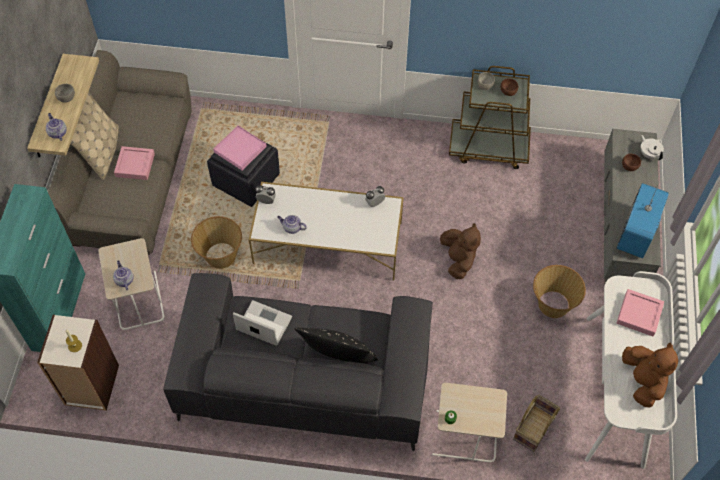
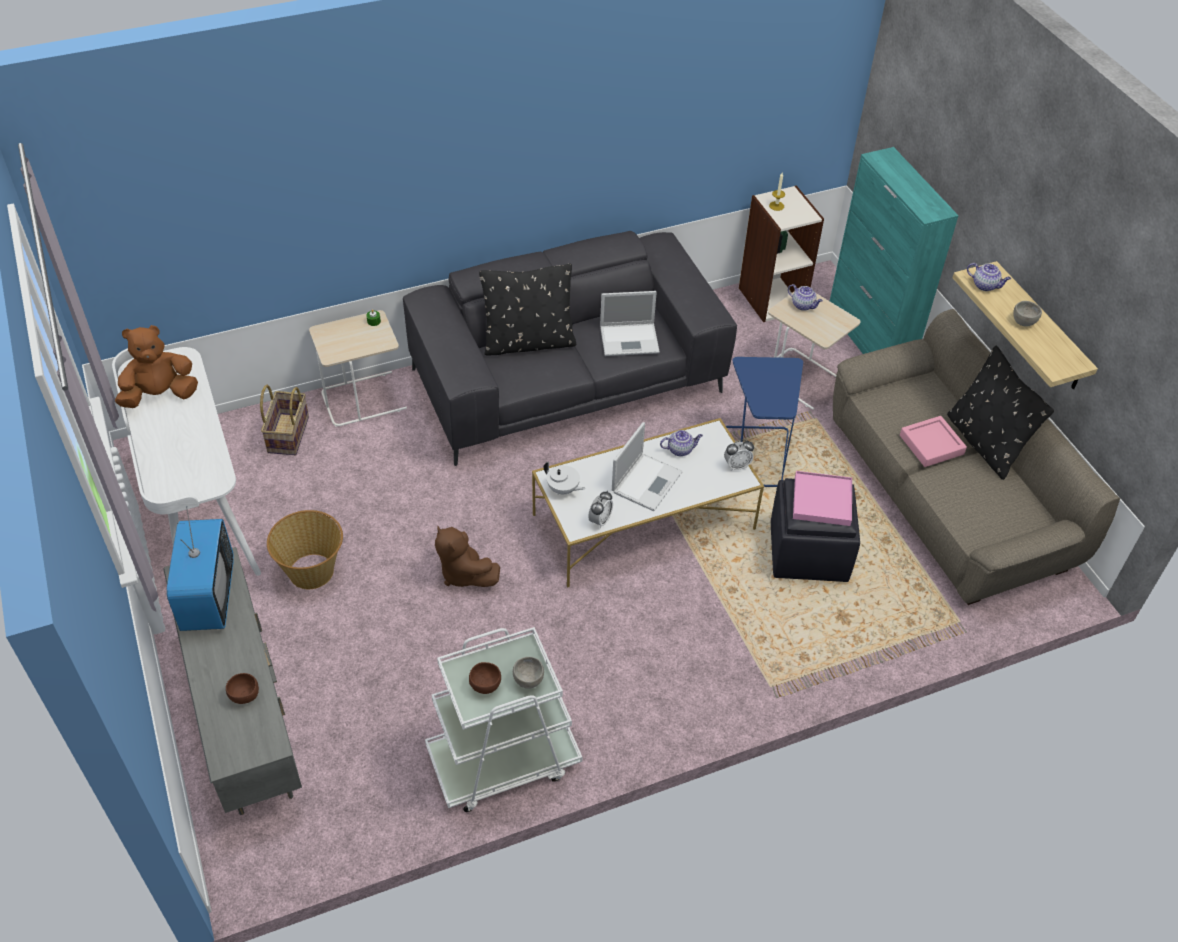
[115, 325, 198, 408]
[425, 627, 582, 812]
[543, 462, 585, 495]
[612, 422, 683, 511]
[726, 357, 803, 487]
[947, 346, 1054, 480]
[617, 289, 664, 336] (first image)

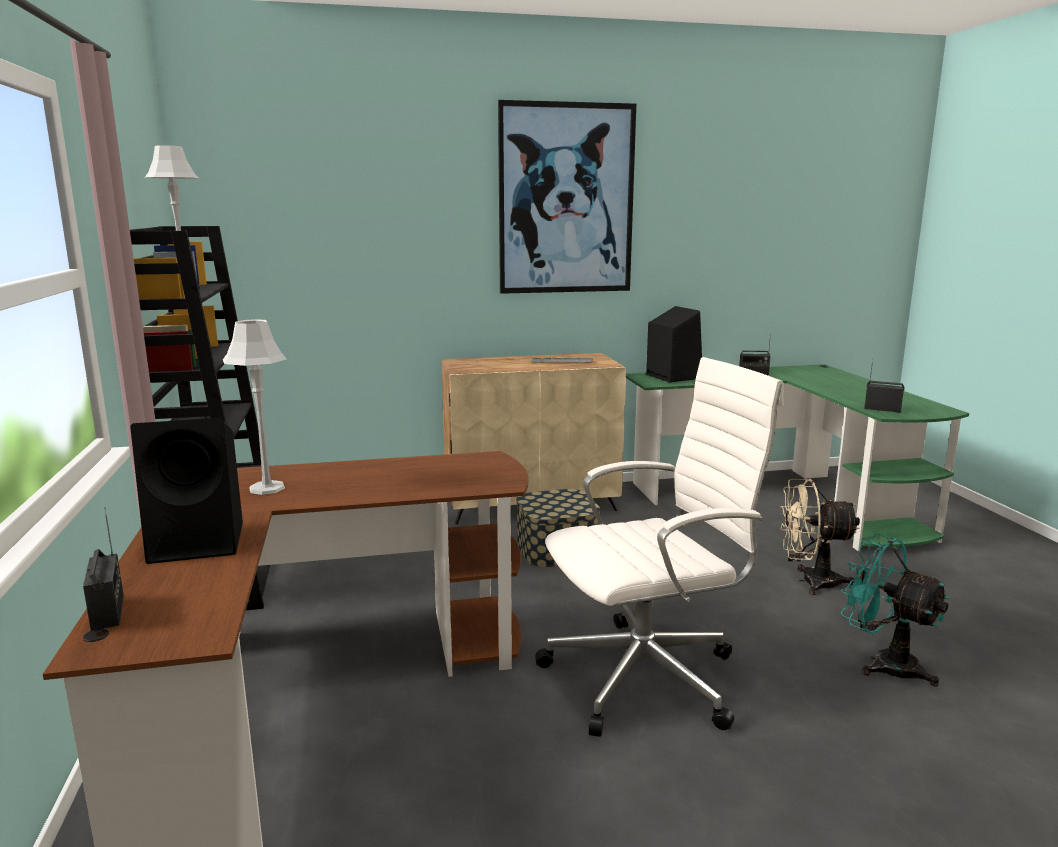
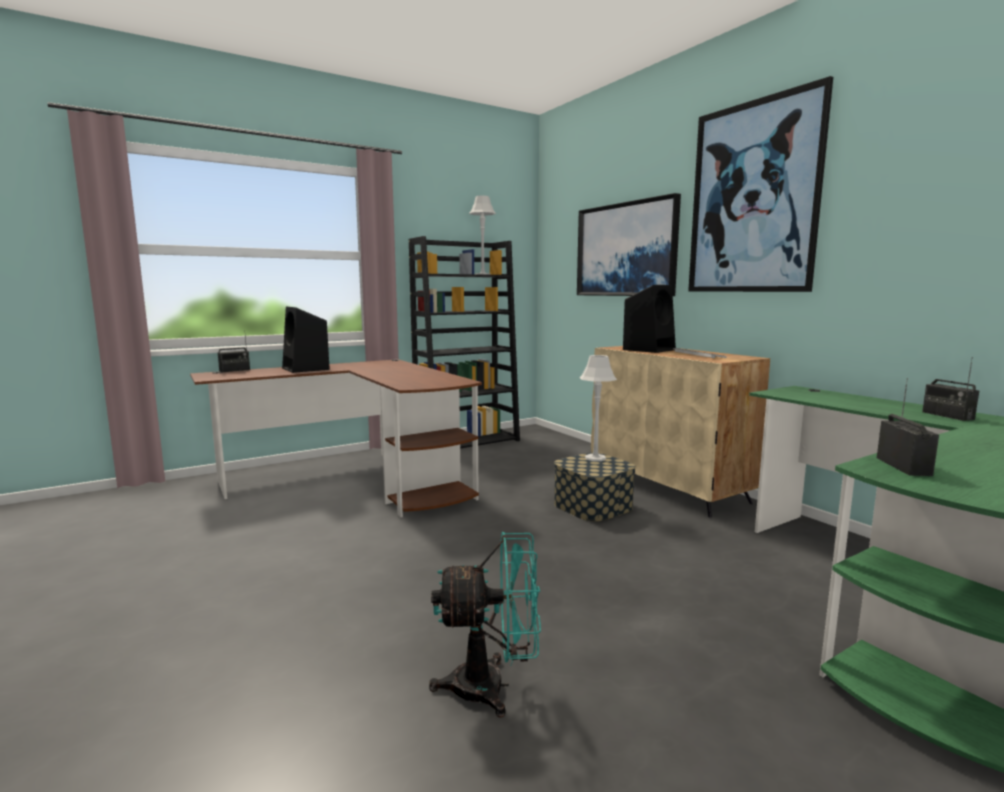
[429, 532, 541, 718]
[577, 193, 681, 296]
[580, 355, 617, 461]
[623, 285, 676, 353]
[535, 357, 784, 737] (first image)
[780, 479, 860, 595] (first image)

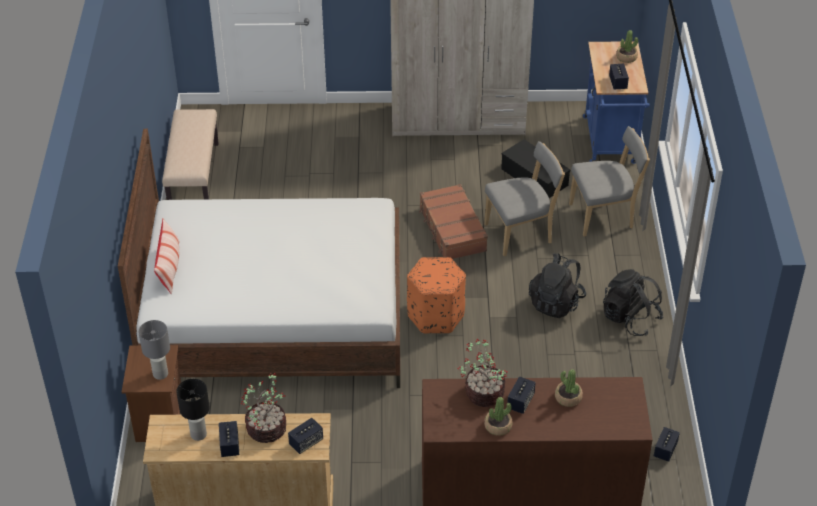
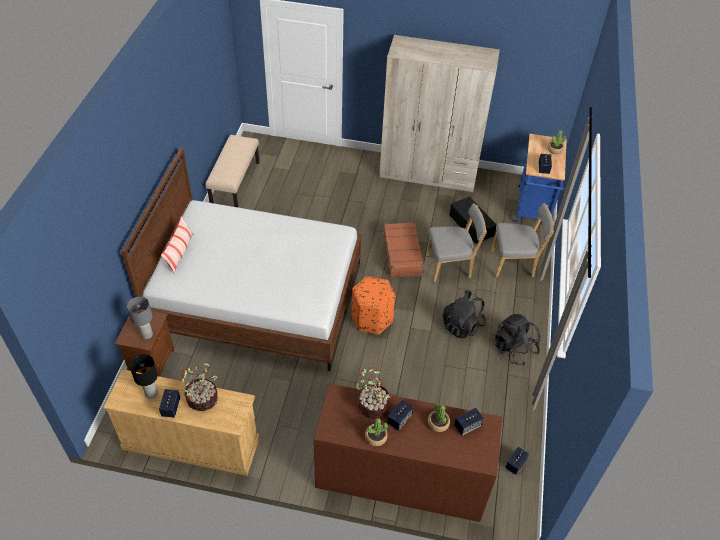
[454, 408, 484, 435]

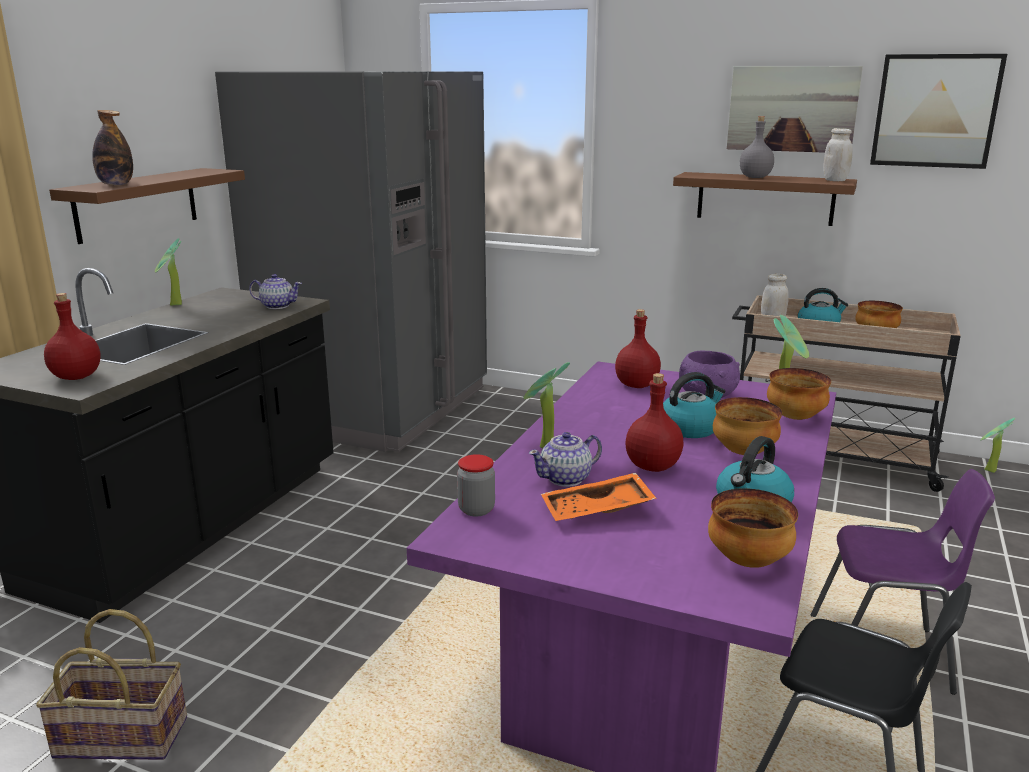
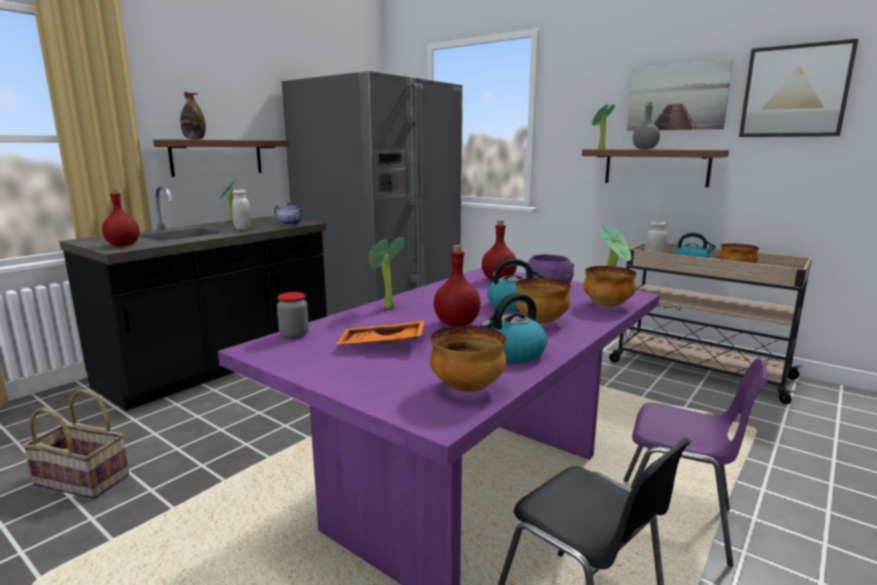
[232, 190, 251, 230]
[592, 104, 615, 149]
[529, 432, 602, 487] (first image)

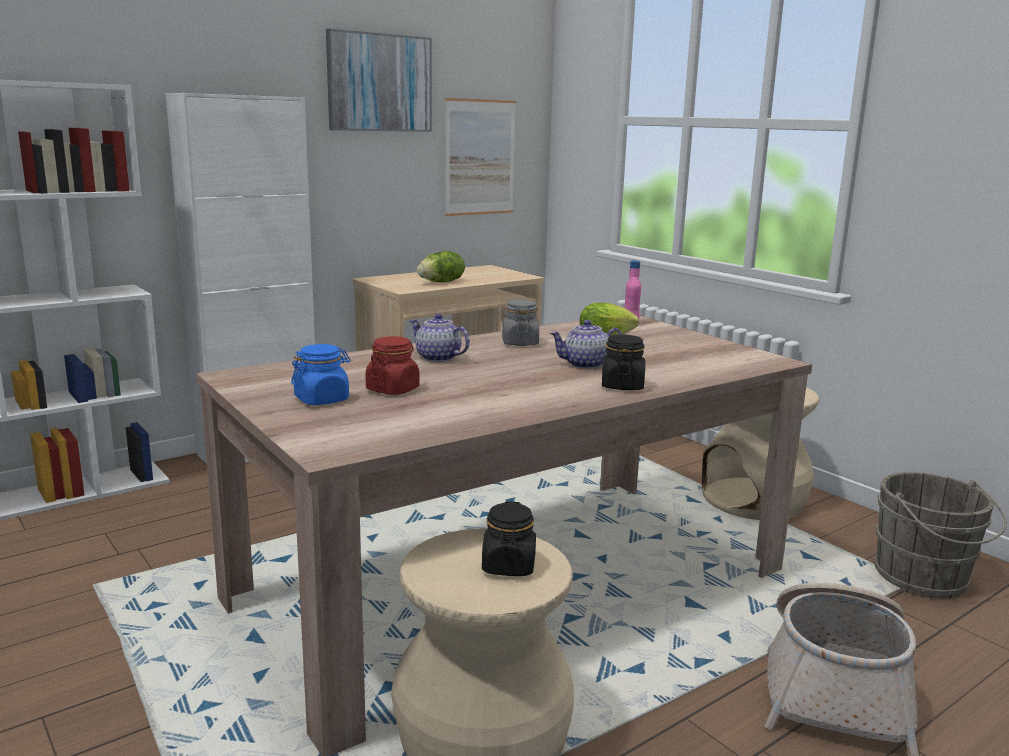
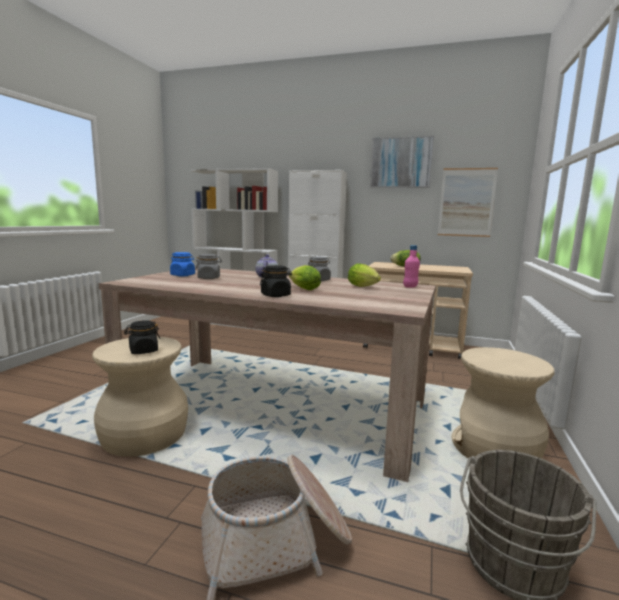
[195, 254, 222, 279]
[289, 265, 321, 290]

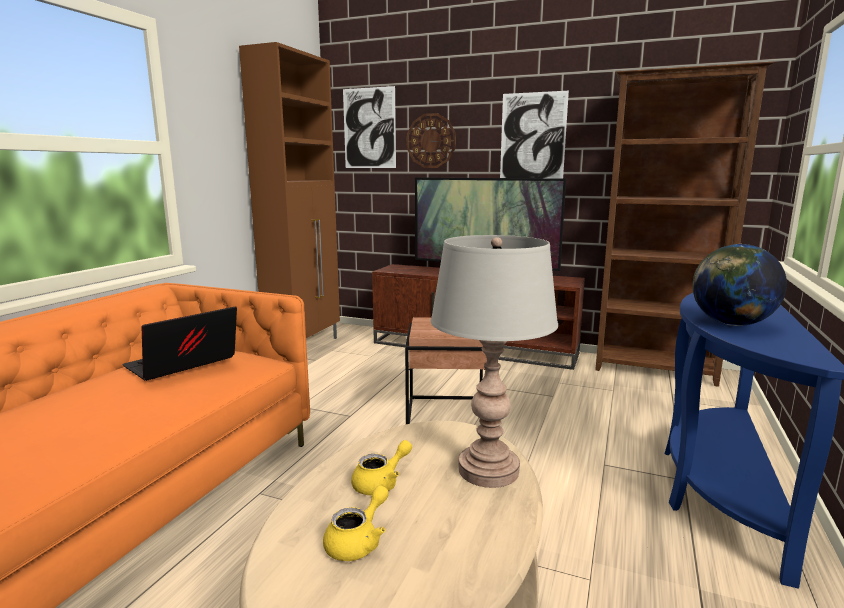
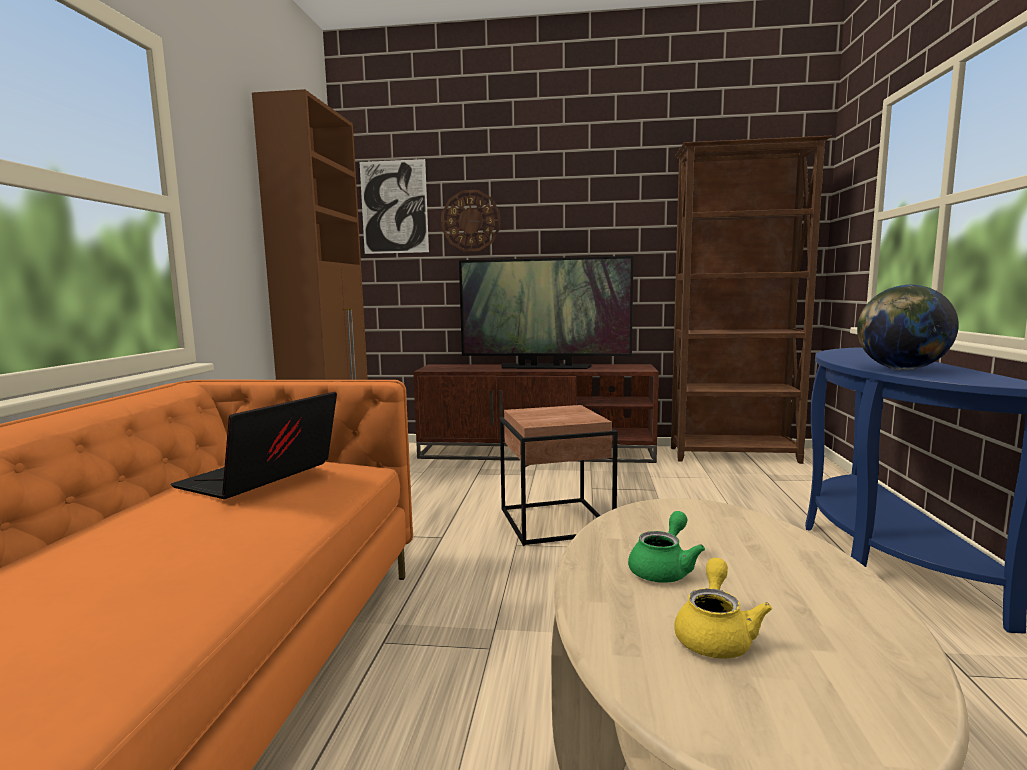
[628, 511, 705, 583]
[431, 235, 558, 488] (first image)
[500, 91, 569, 179] (first image)

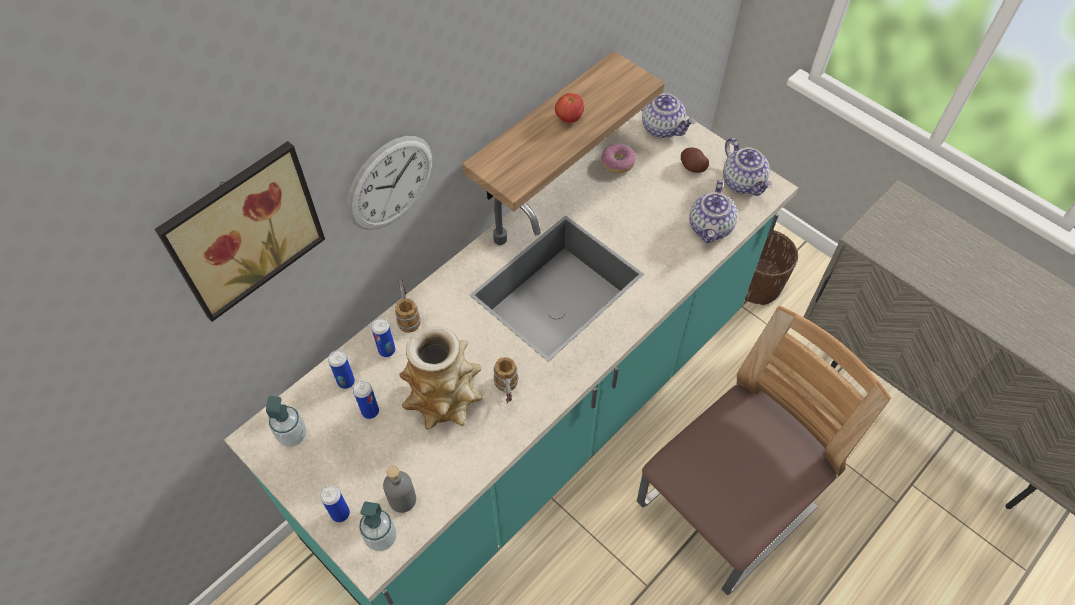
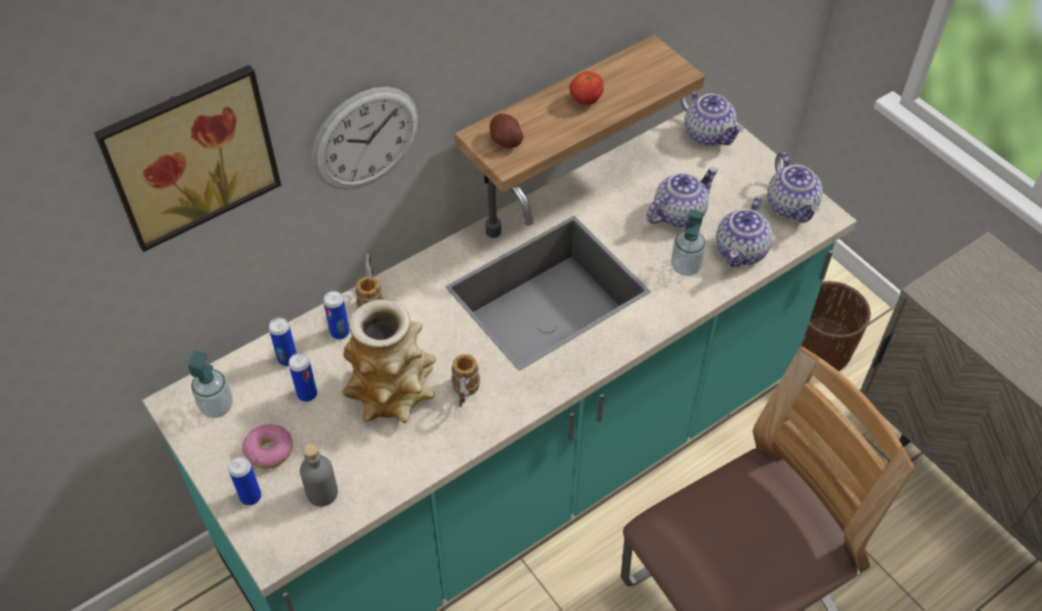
[242, 424, 293, 469]
[490, 114, 523, 148]
[646, 167, 718, 227]
[671, 209, 706, 276]

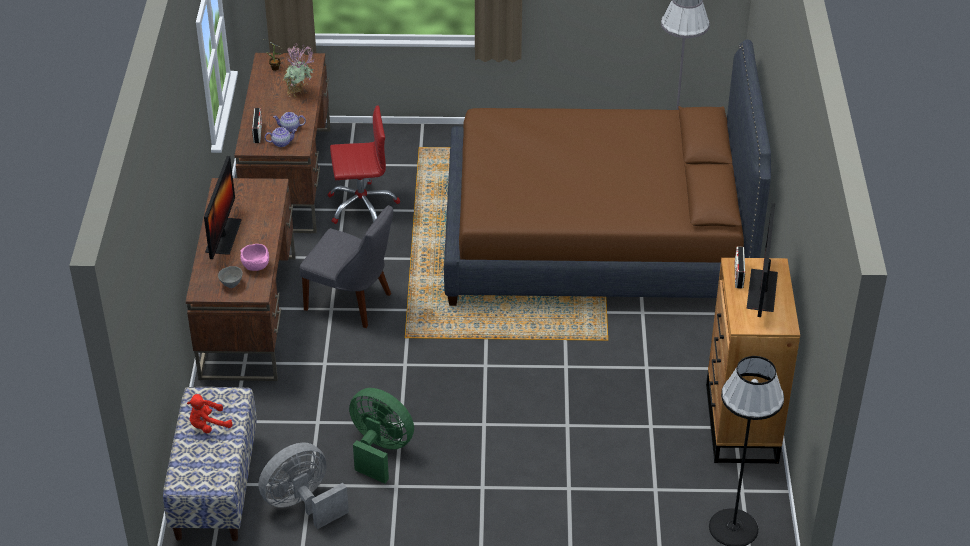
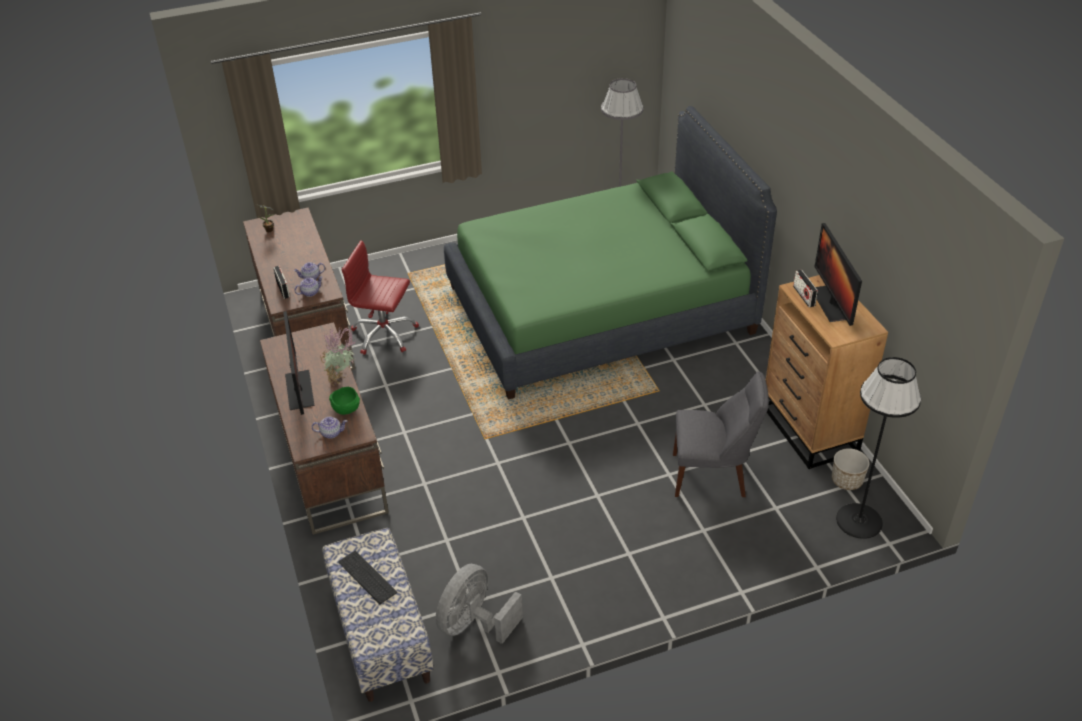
[312, 416, 347, 439]
[321, 327, 357, 386]
[329, 387, 360, 415]
[338, 551, 397, 604]
[342, 240, 419, 355]
[444, 106, 777, 400]
[673, 372, 769, 497]
[832, 448, 869, 490]
[349, 388, 414, 484] (first image)

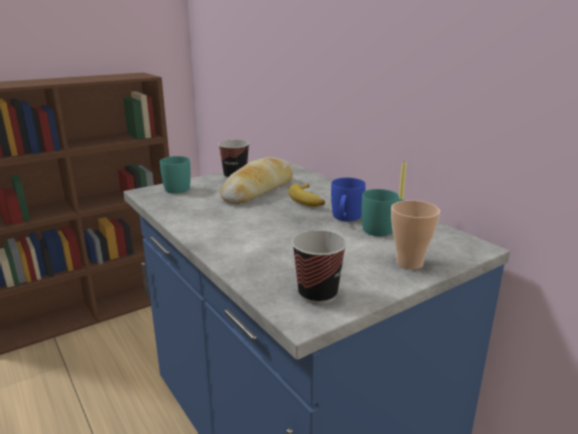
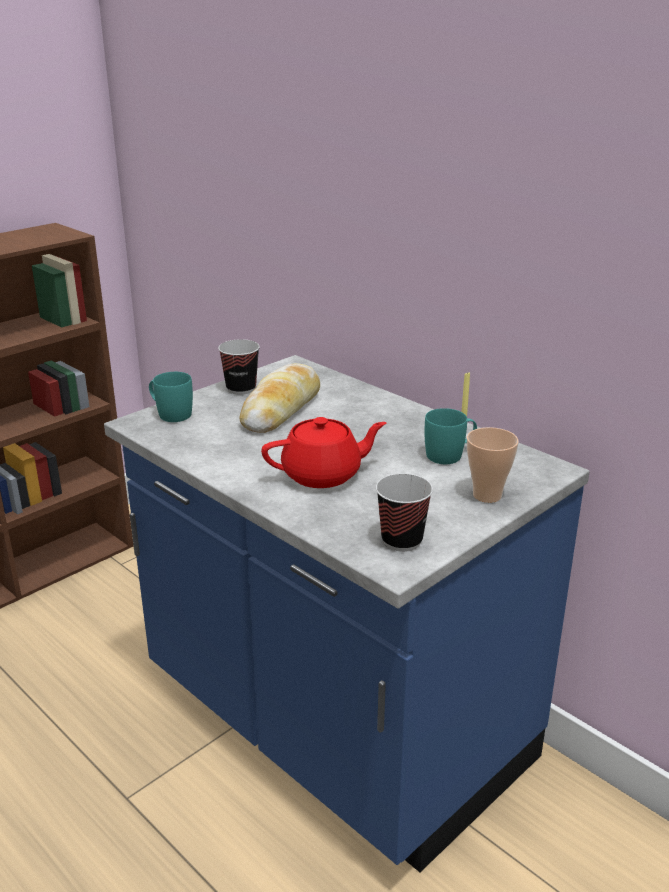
[261, 417, 387, 488]
[288, 184, 325, 207] (first image)
[331, 178, 366, 221] (first image)

